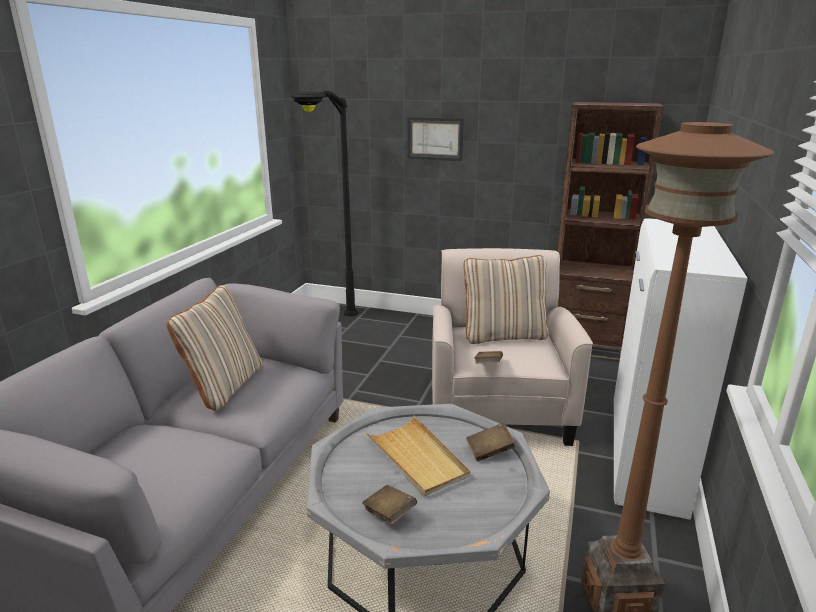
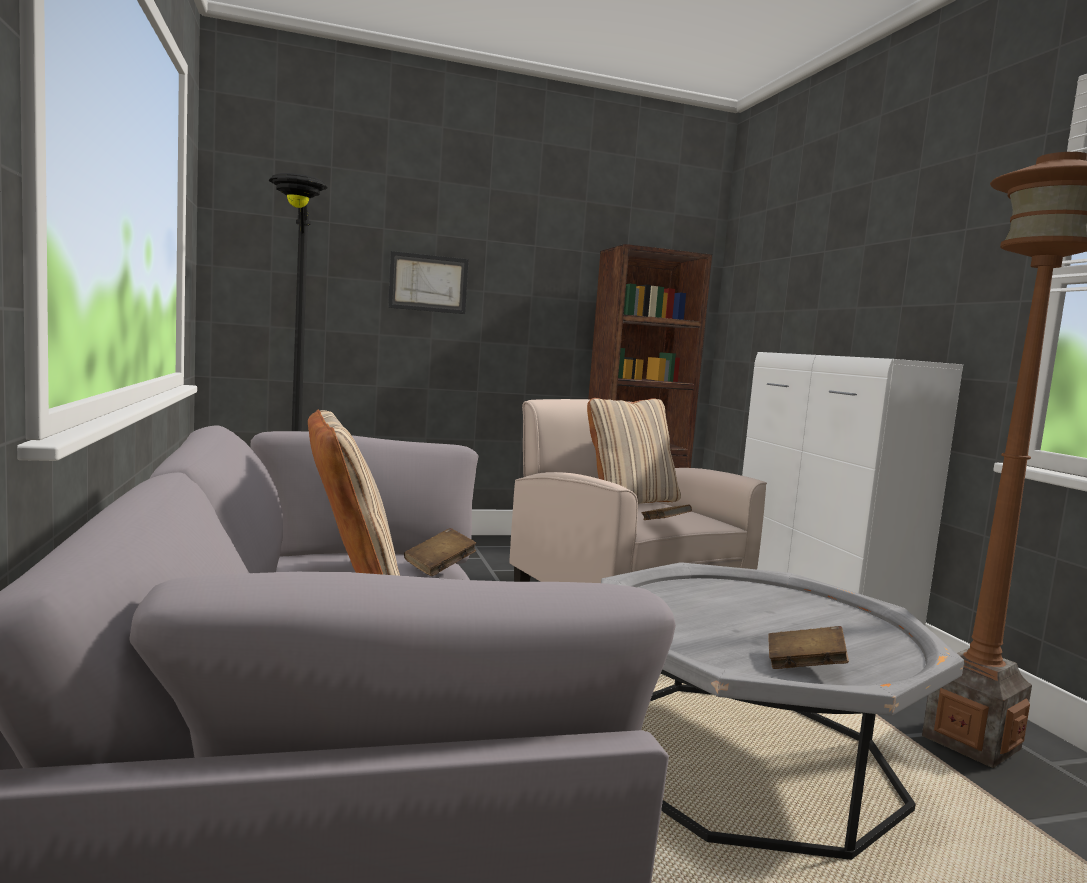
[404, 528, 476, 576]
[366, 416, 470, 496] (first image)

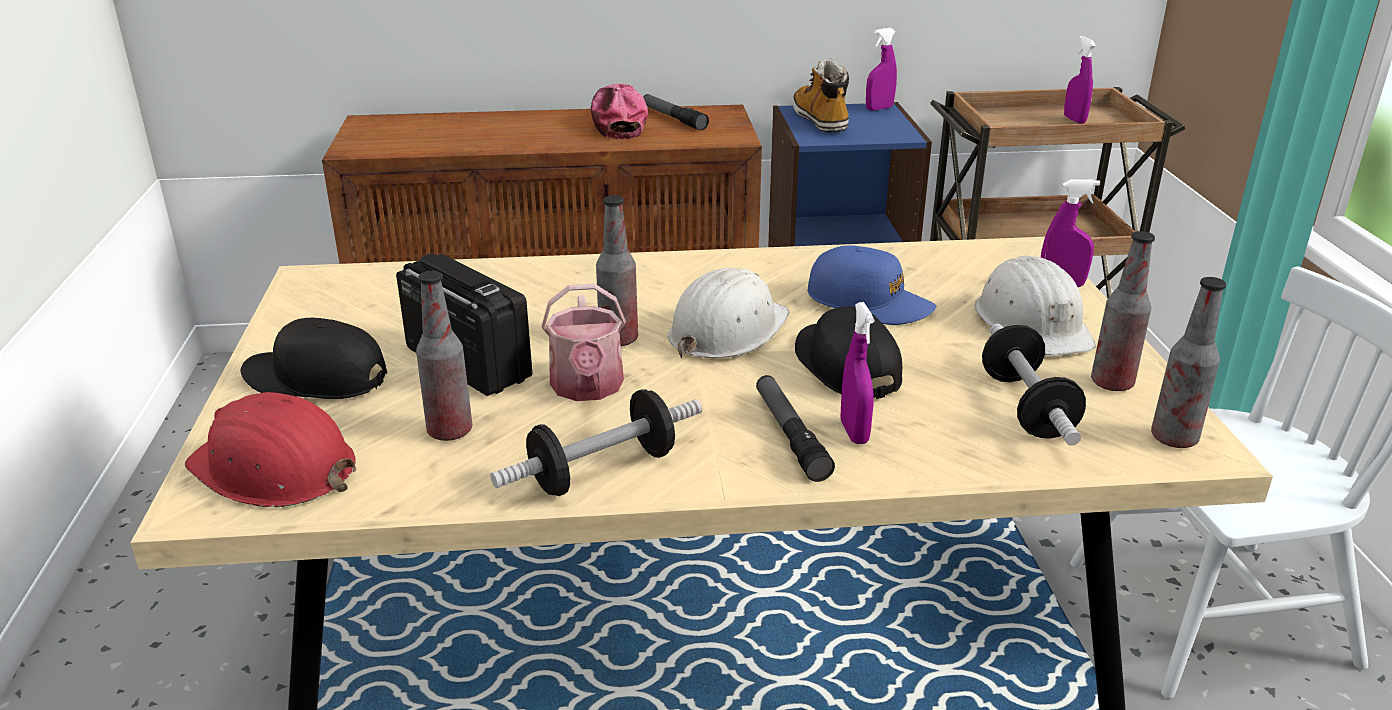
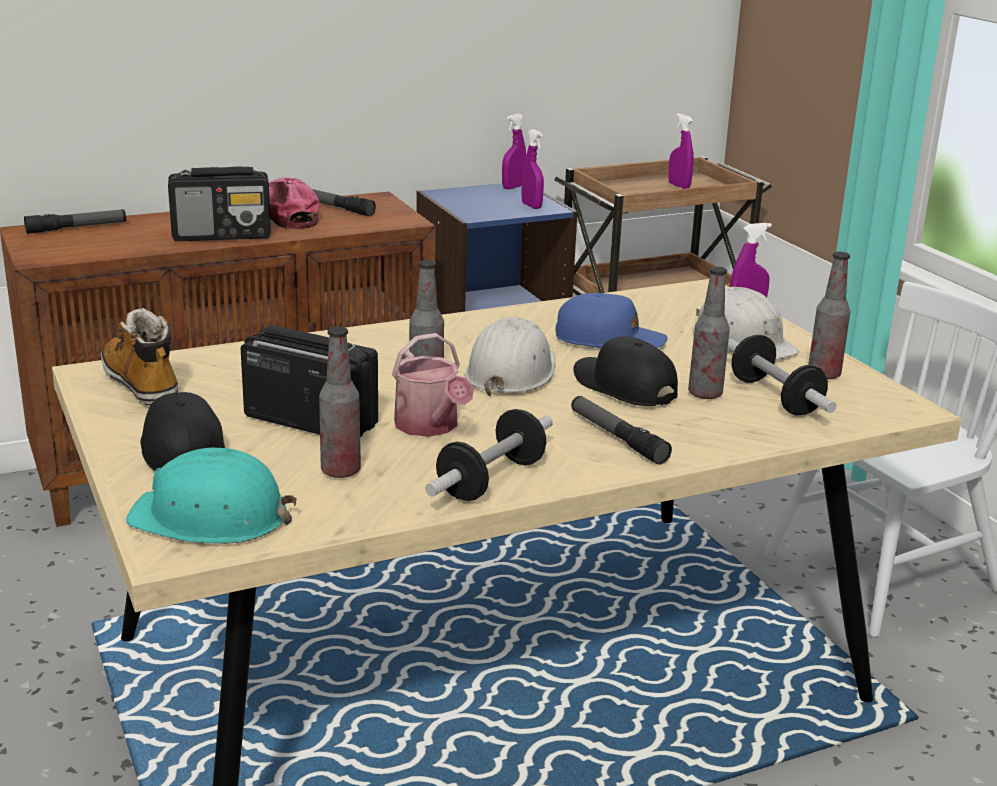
[24, 209, 126, 234]
[101, 308, 178, 405]
[126, 448, 297, 544]
[140, 392, 225, 471]
[168, 166, 271, 241]
[522, 129, 544, 209]
[688, 266, 730, 399]

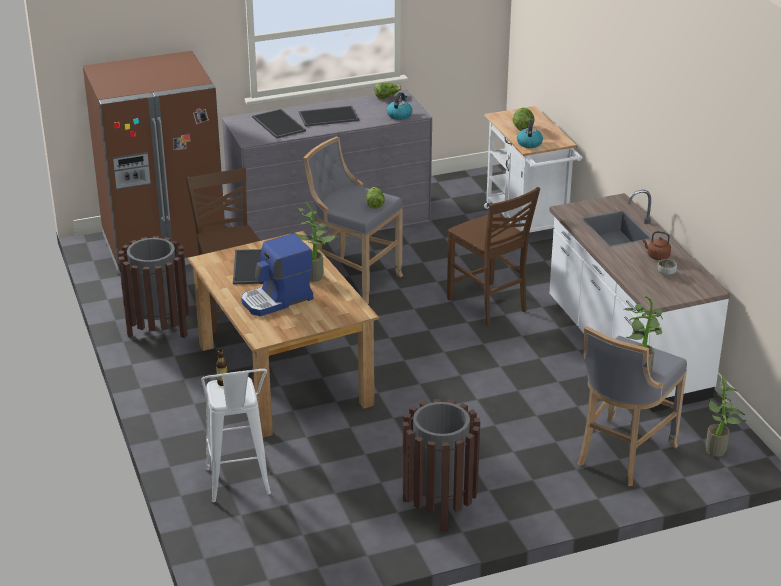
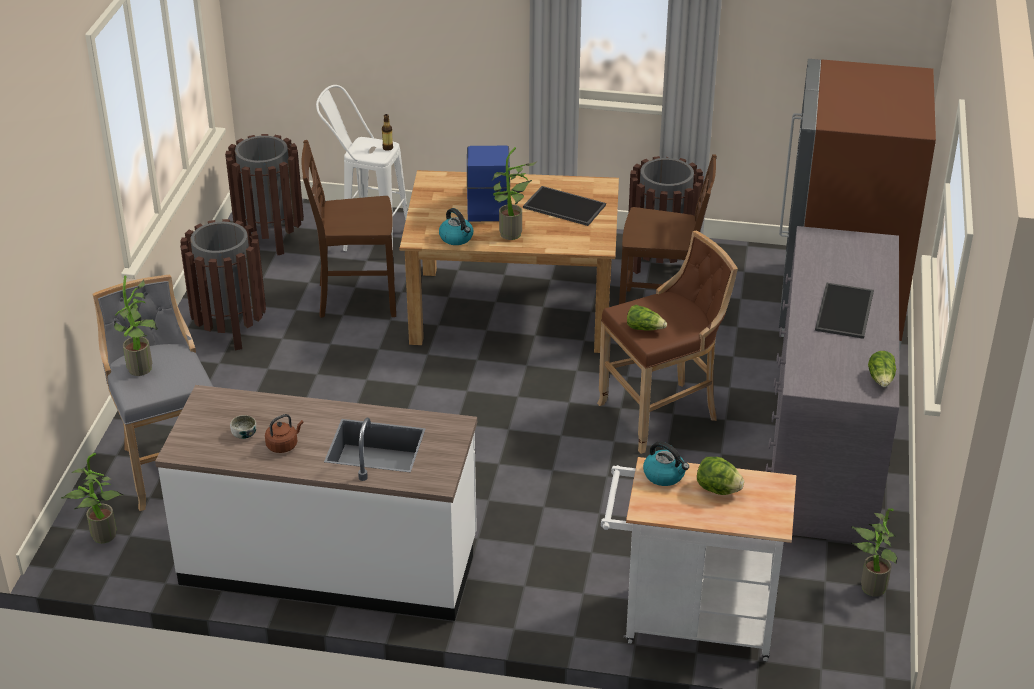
[225, 134, 304, 255]
[301, 140, 396, 318]
[439, 208, 473, 245]
[597, 231, 738, 454]
[851, 508, 898, 597]
[252, 109, 306, 139] (first image)

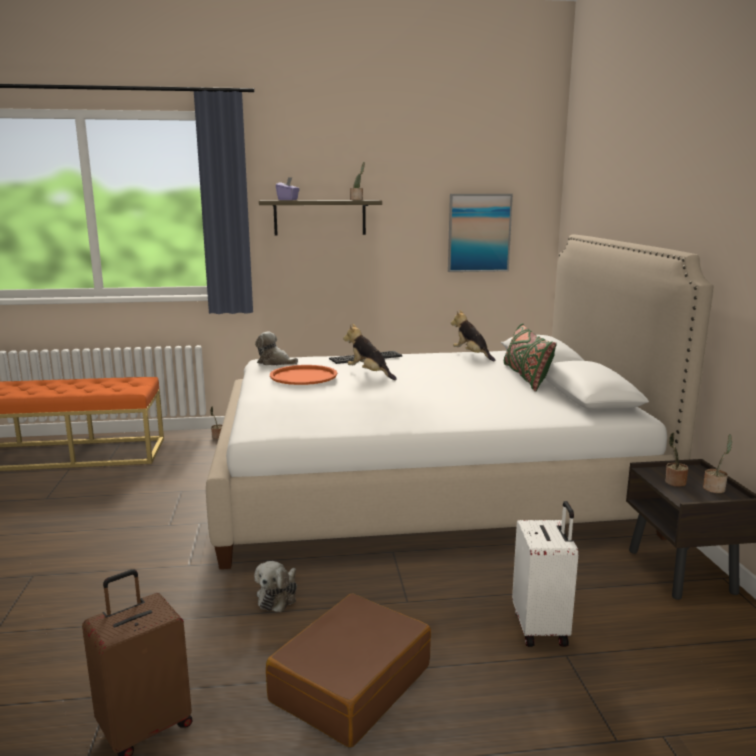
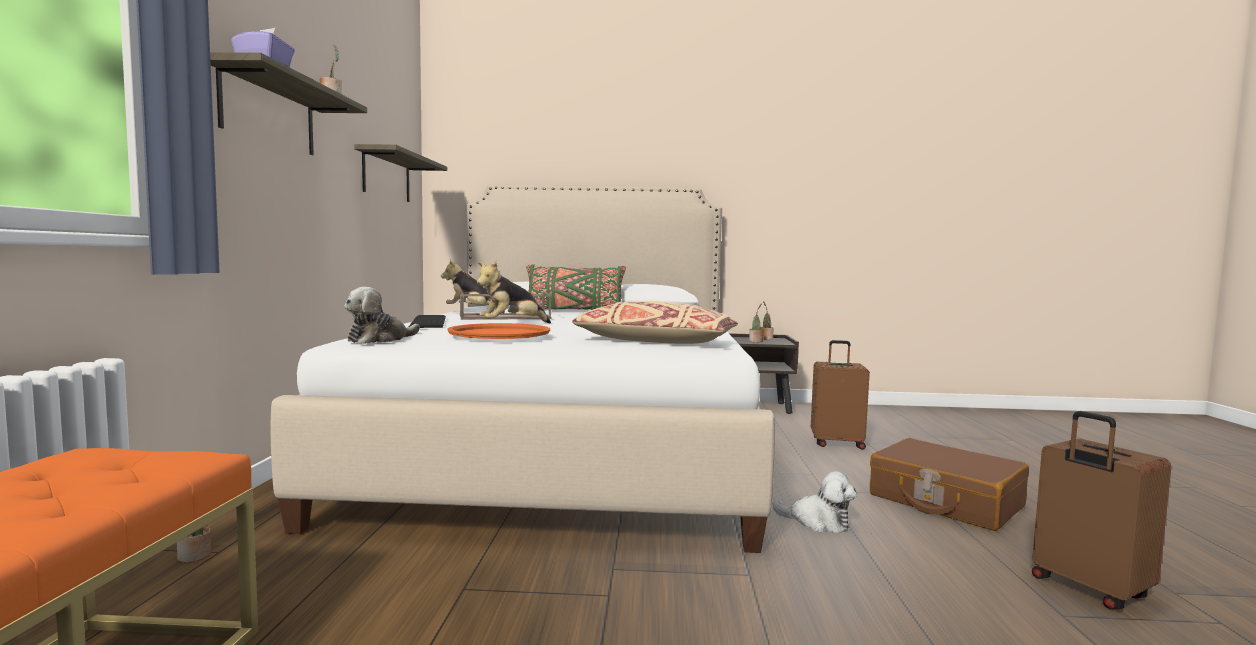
[354, 144, 447, 202]
[441, 259, 505, 313]
[460, 292, 552, 320]
[572, 301, 738, 344]
[811, 340, 870, 450]

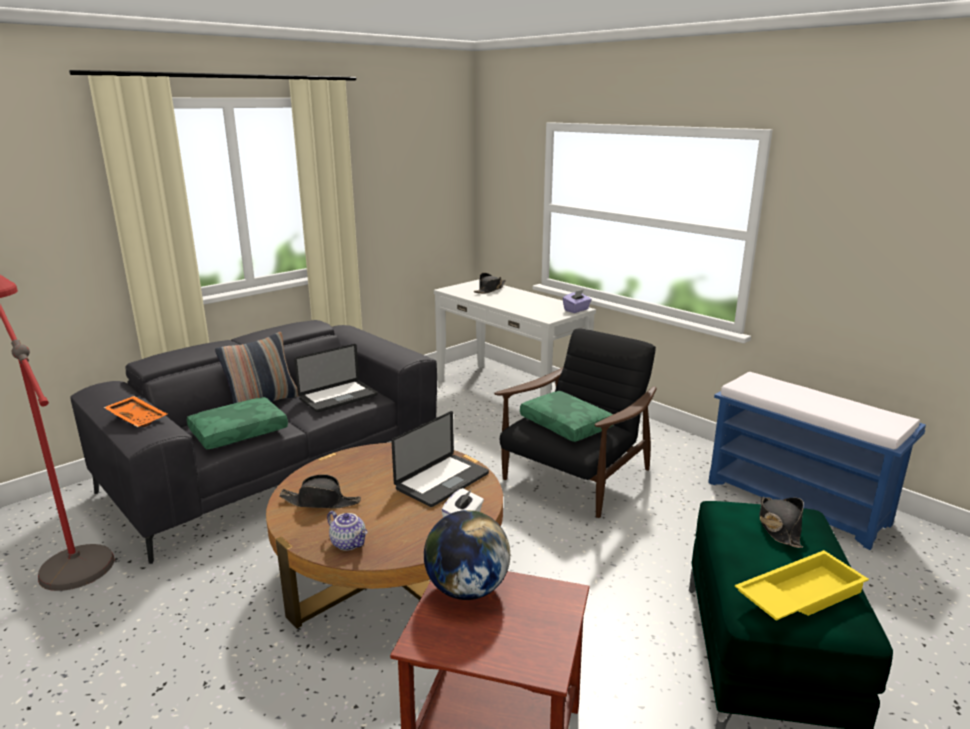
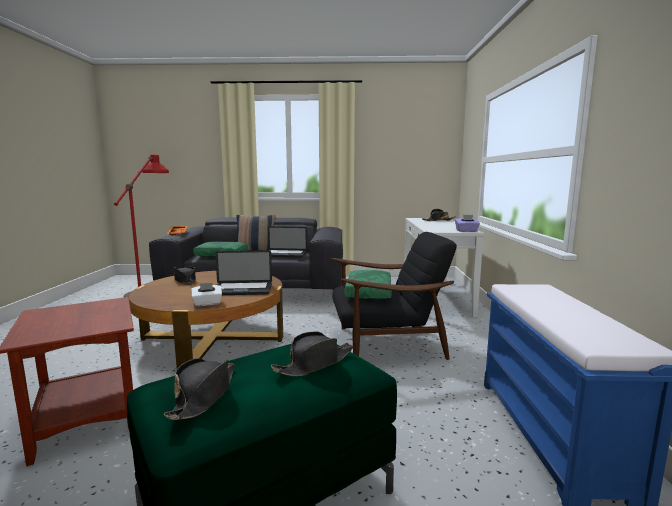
[164, 358, 235, 420]
[327, 511, 367, 551] (first image)
[424, 510, 510, 600] (first image)

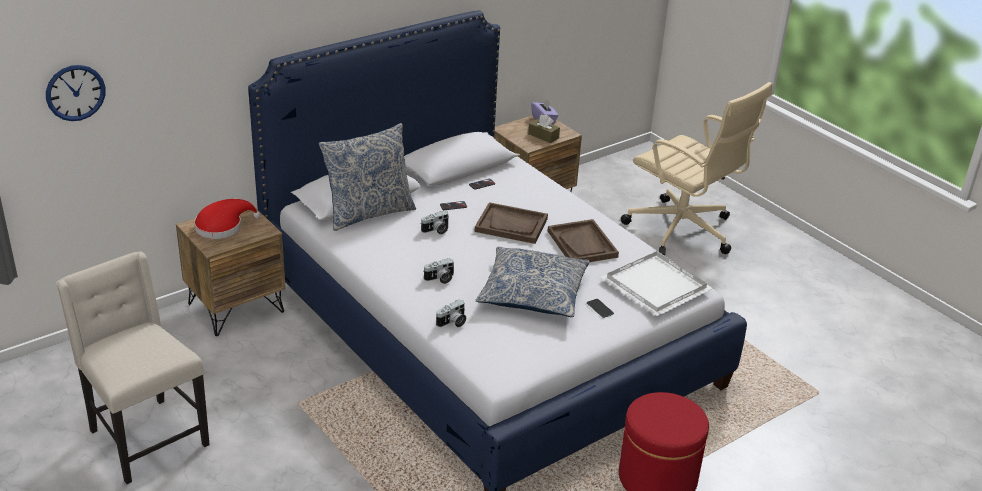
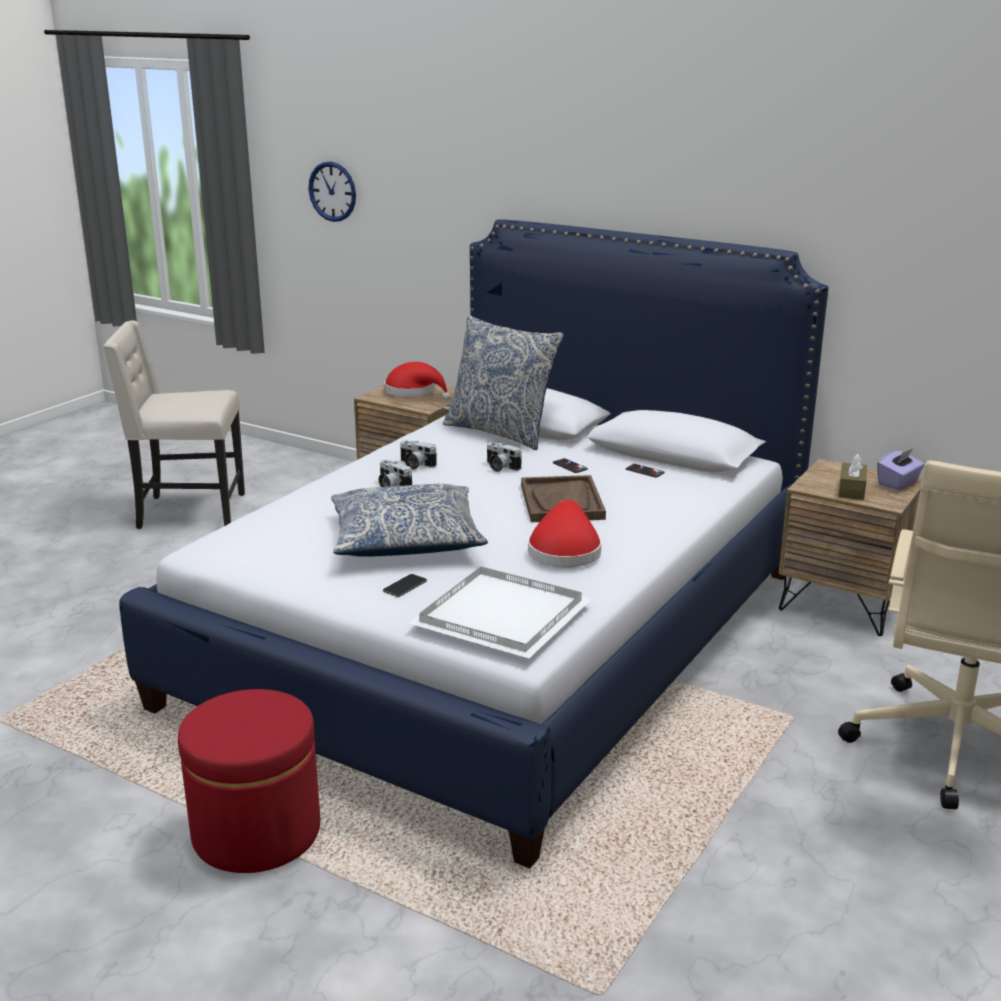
[103, 320, 245, 529]
[400, 440, 437, 470]
[528, 500, 601, 568]

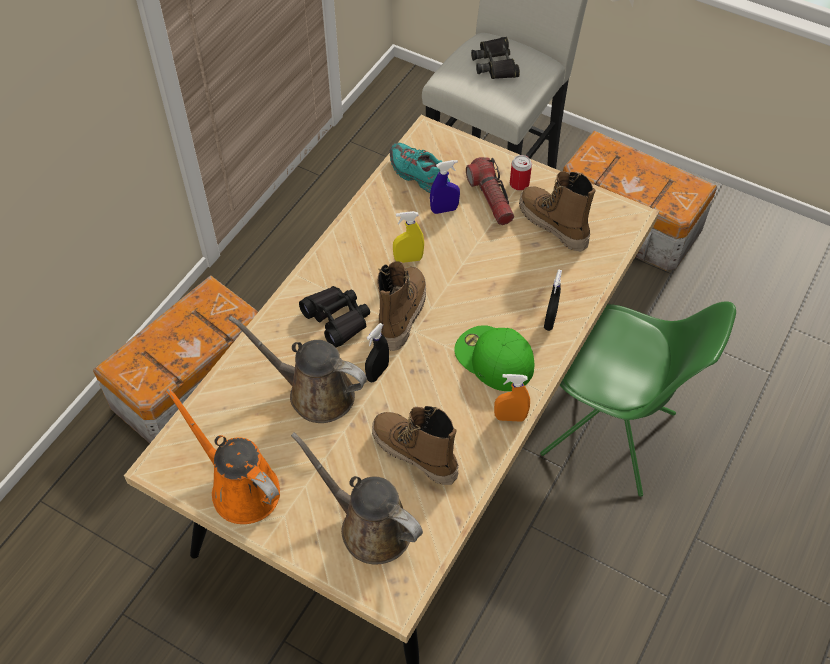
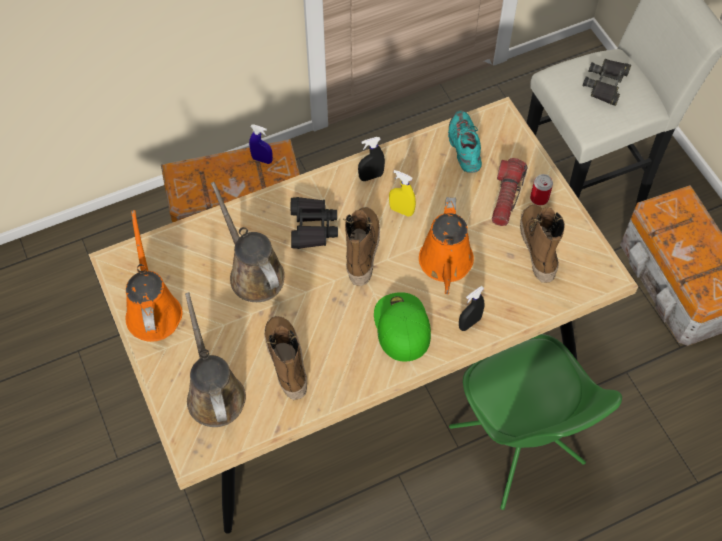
[249, 125, 273, 164]
[343, 207, 380, 286]
[358, 137, 385, 181]
[419, 197, 474, 294]
[494, 374, 530, 422] (first image)

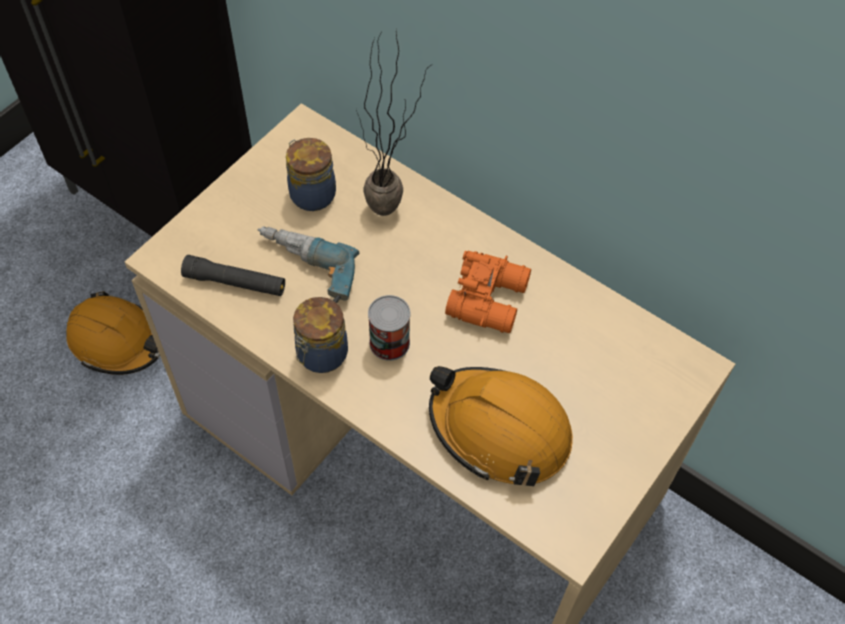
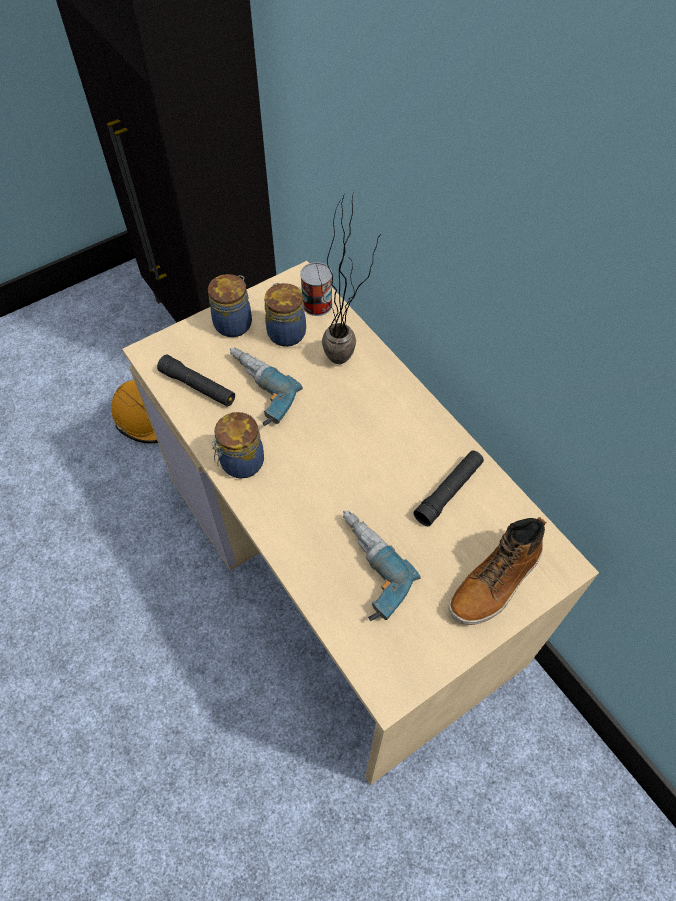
[208, 274, 252, 337]
[300, 262, 332, 316]
[343, 510, 421, 621]
[413, 450, 484, 526]
[448, 517, 546, 625]
[445, 250, 531, 333] (first image)

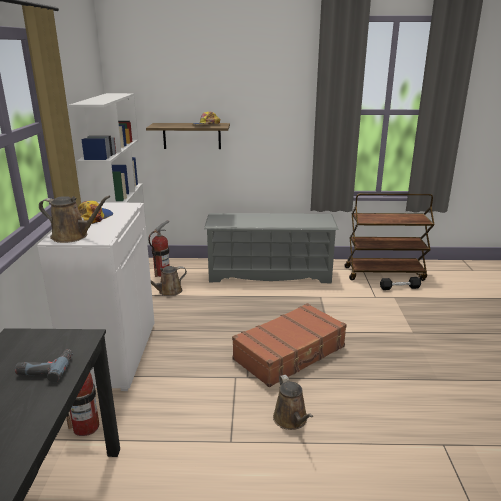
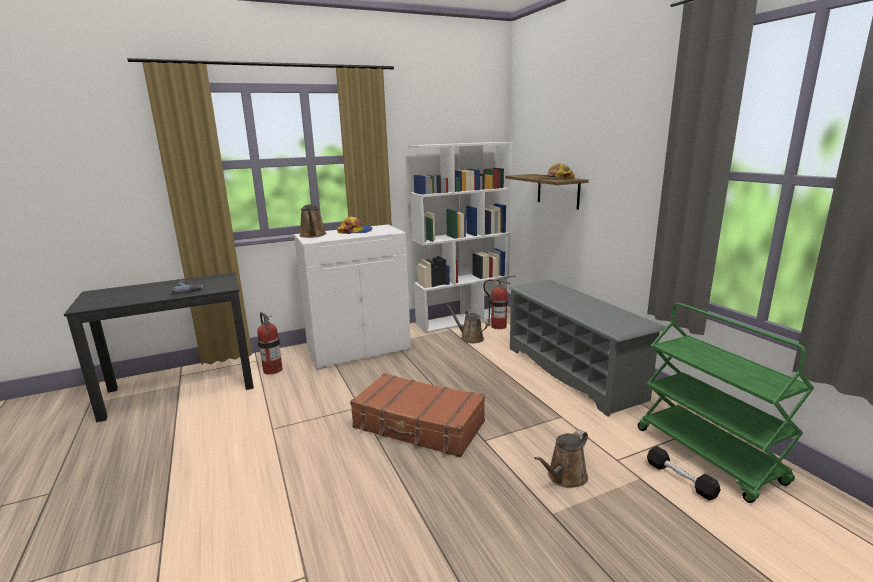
[534, 430, 588, 488]
[638, 303, 814, 503]

